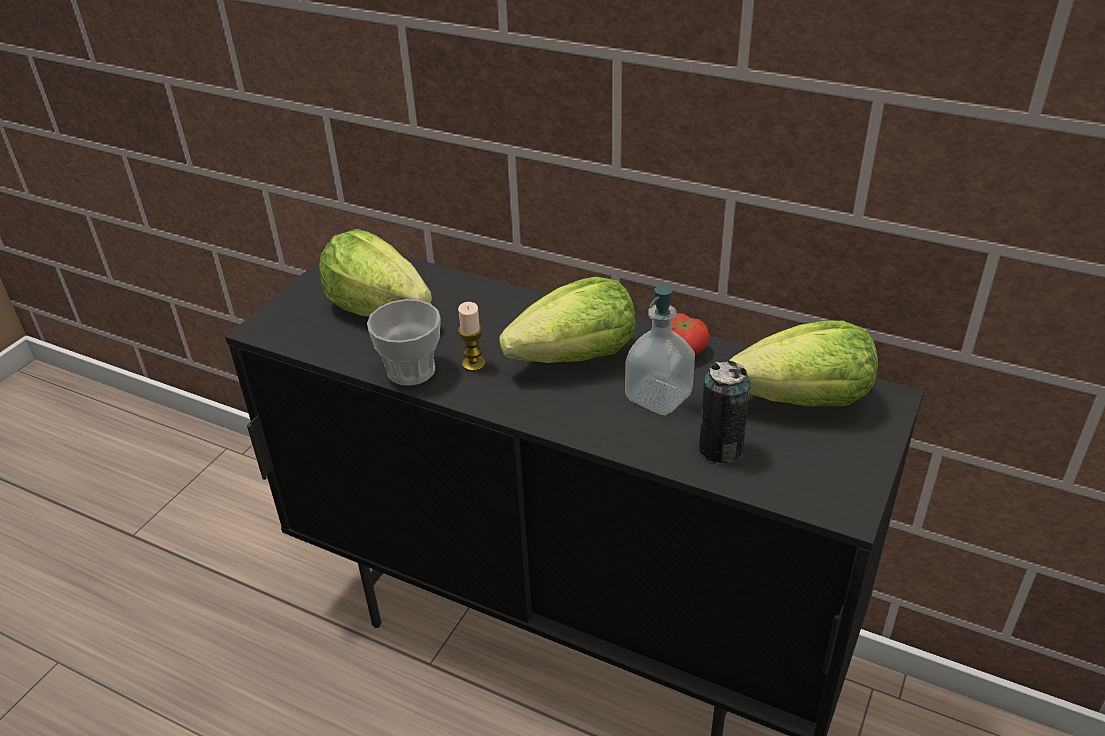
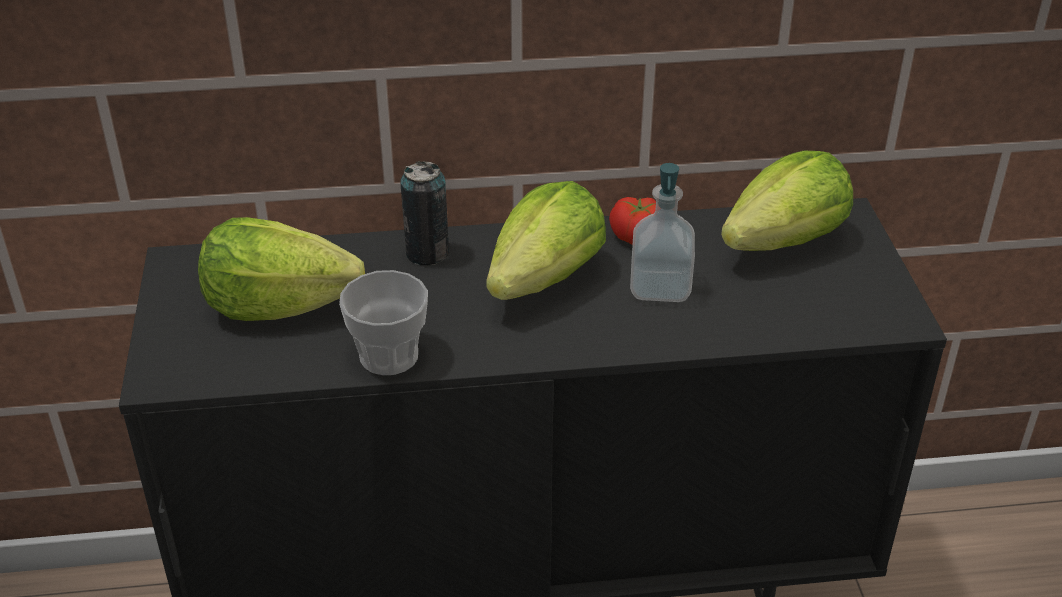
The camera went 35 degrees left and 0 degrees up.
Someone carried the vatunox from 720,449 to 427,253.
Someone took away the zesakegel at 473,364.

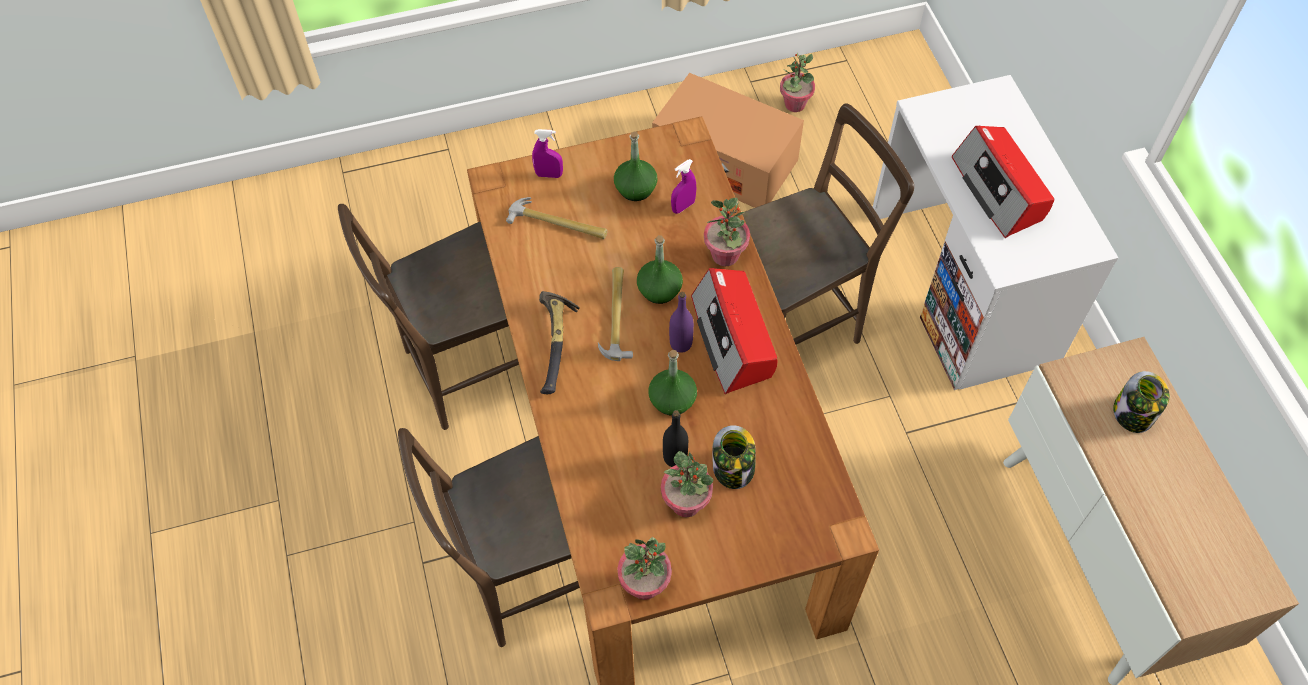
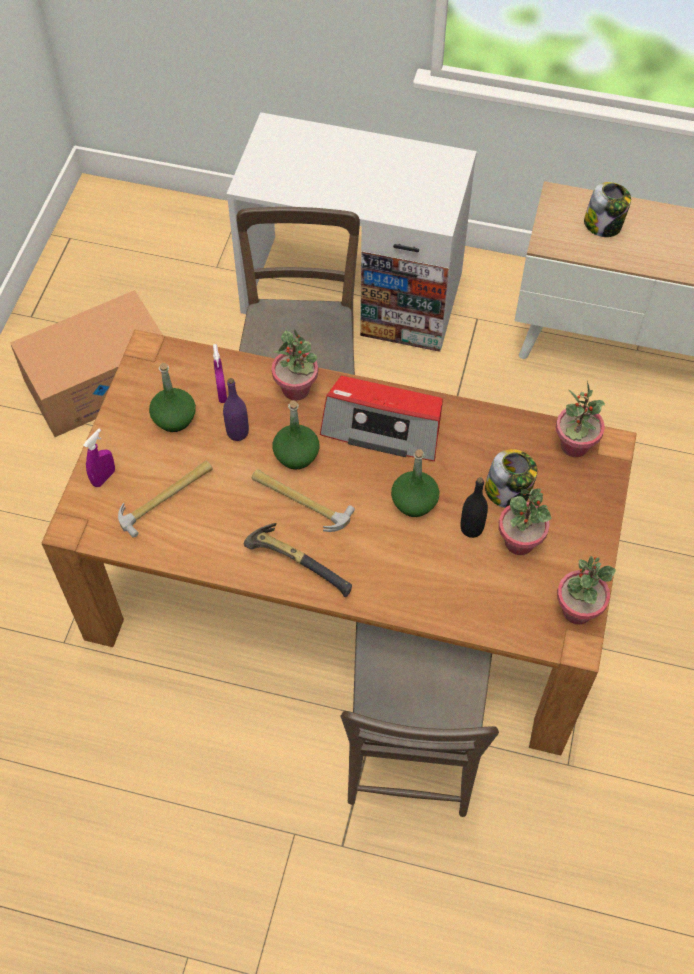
The camera went 60 degrees left and 0 degrees up.
Someone carried the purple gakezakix from 681,344 to 237,432.
Someone carried the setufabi from 794,104 to 574,446.
Someone took away the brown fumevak at 468,370.
Someone took away the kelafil at 999,190.

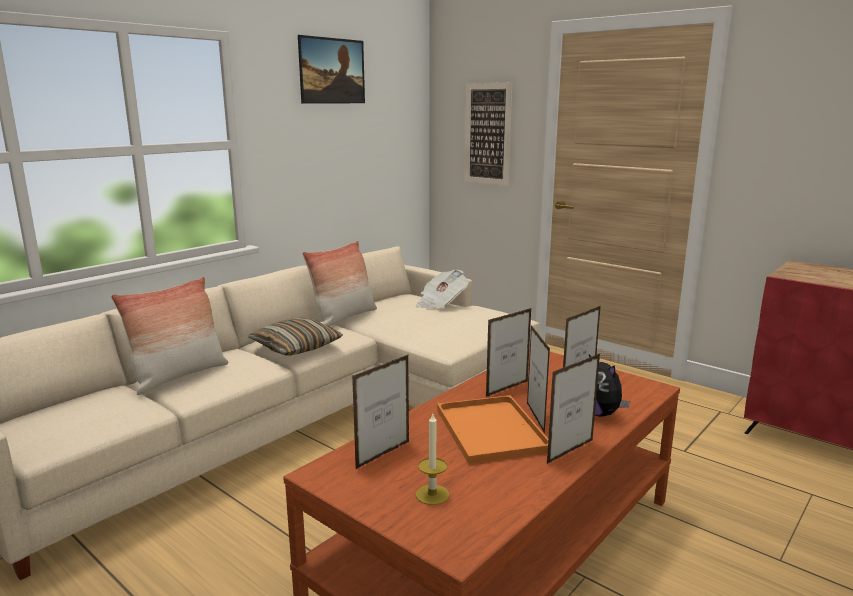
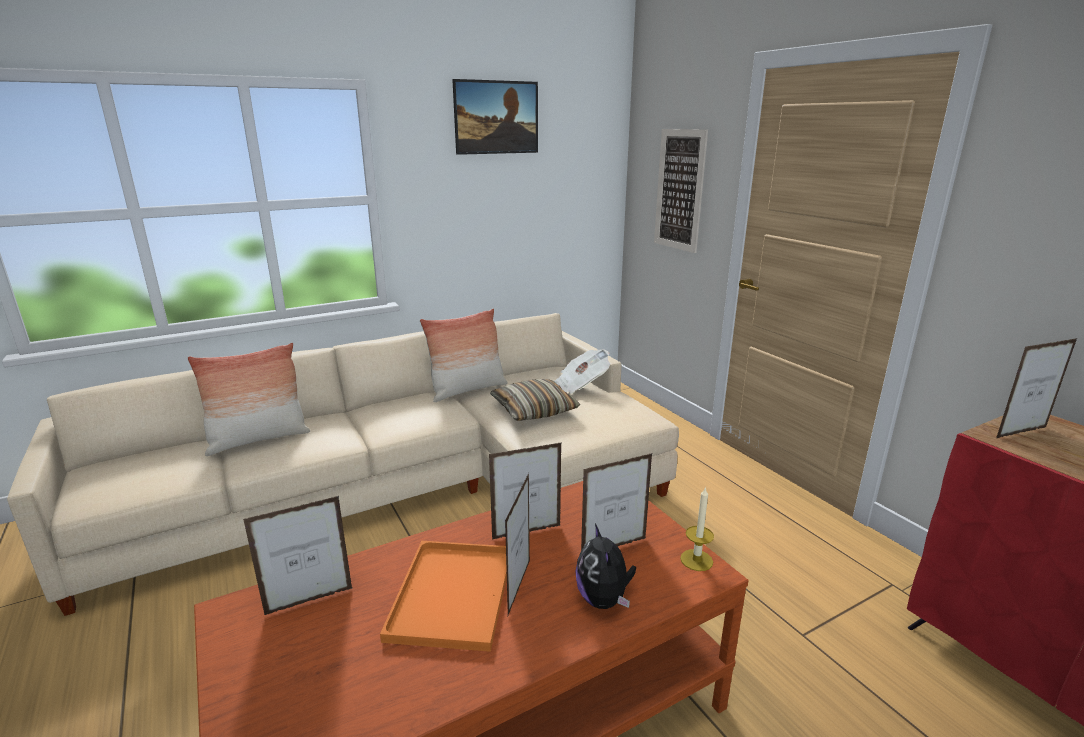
The camera went 20 degrees right and 5 degrees up.
Someone carried the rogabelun from 296,347 to 534,410.
Someone carried the zesakegel from 432,494 to 696,560.
Someone carried the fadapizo from 570,451 to 1021,432.

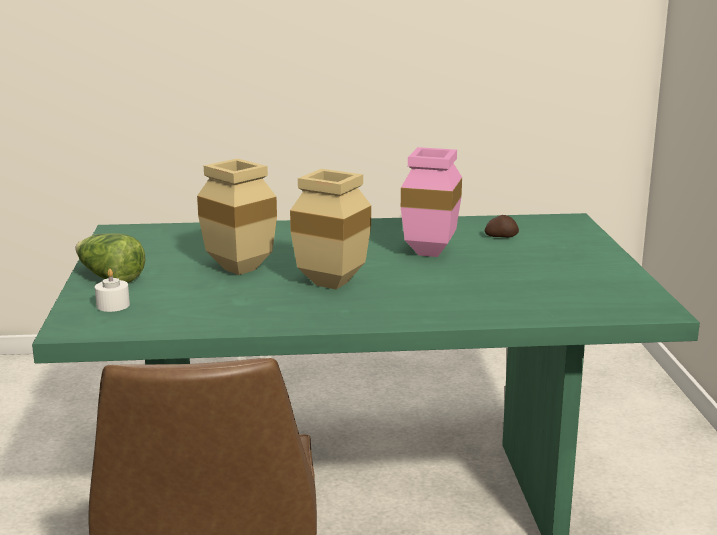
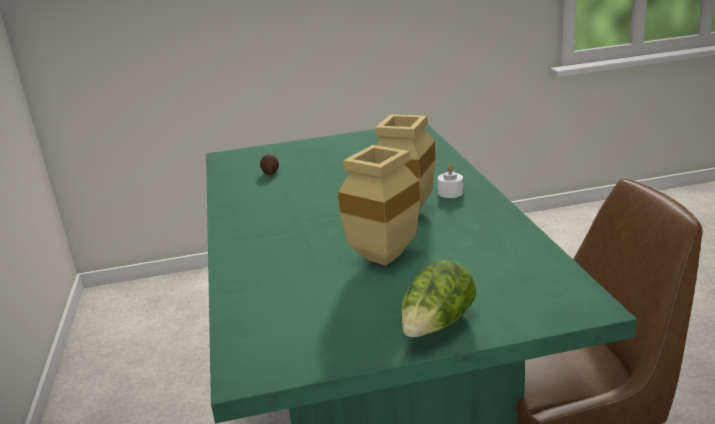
The camera went 95 degrees left and 5 degrees up.
Someone carried the white zesakegel from 113,305 to 450,193.
Someone took away the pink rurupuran at 428,251.

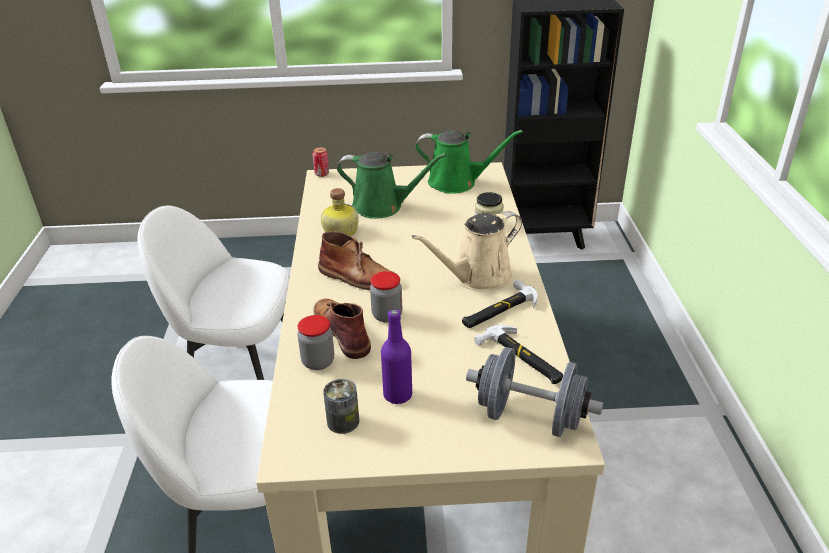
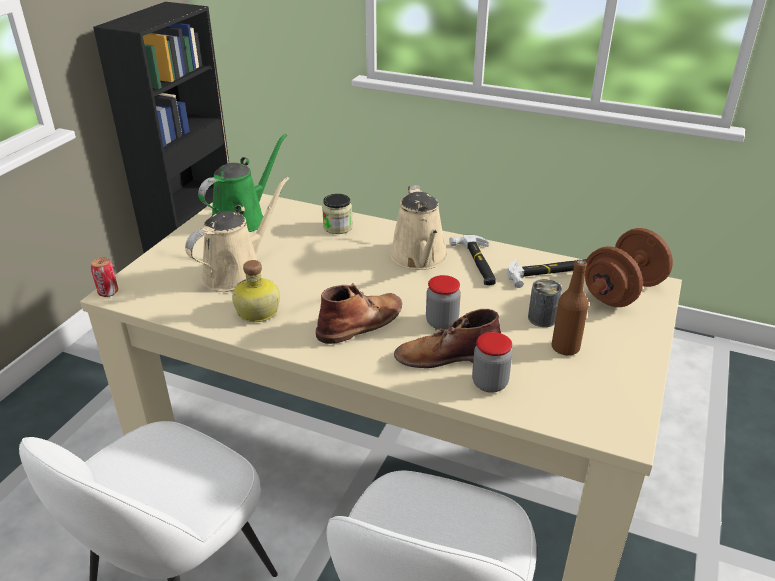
The camera went 65 degrees left and 0 degrees up.
Someone repainted the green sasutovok at 382,206, which became the beige sasutovok at 237,272.
Someone carried the vatunox from 343,421 to 542,318.
Someone repainted the purple gakezakix at 397,395, which became the brown gakezakix at 565,348.
Someone repainted the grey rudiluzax at 530,417, which became the brown rudiluzax at 622,292.

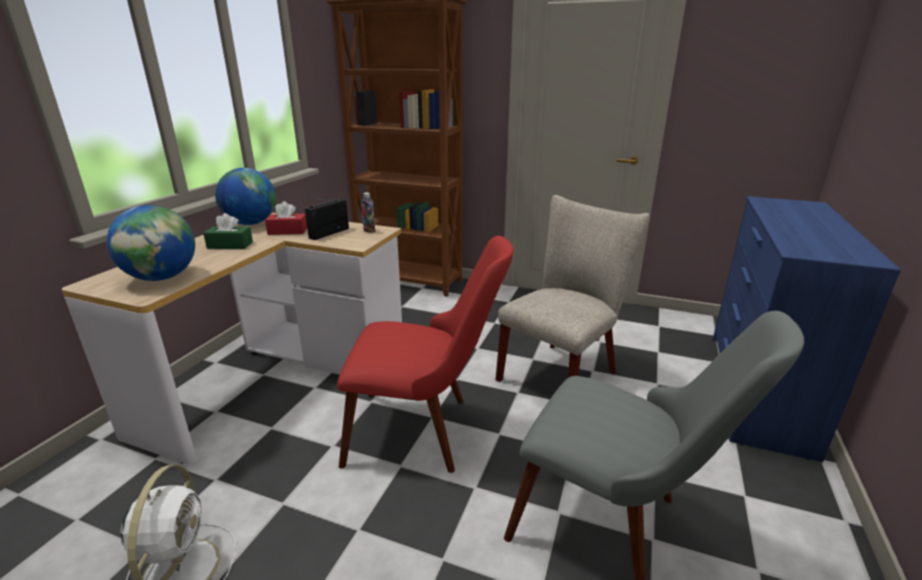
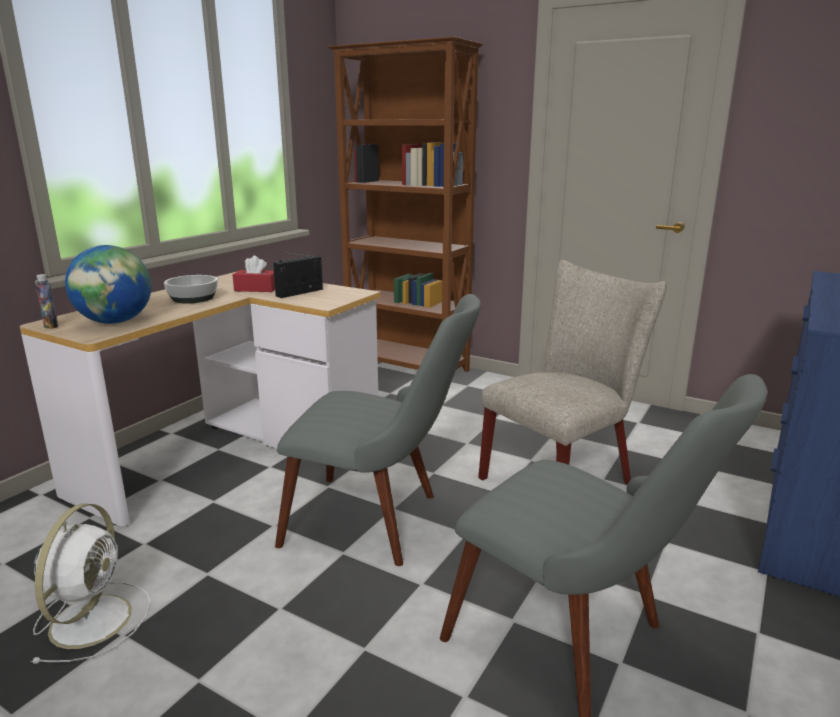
The camera went 10 degrees right and 5 degrees down.
Someone carried the gakezakix from 369,231 to 51,326.
Someone swapped the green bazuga at 230,245 for the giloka at 192,298.
Someone repainted the red fumevak at 425,430, which became the grey fumevak at 381,521.
Someone took away the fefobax at 251,223.

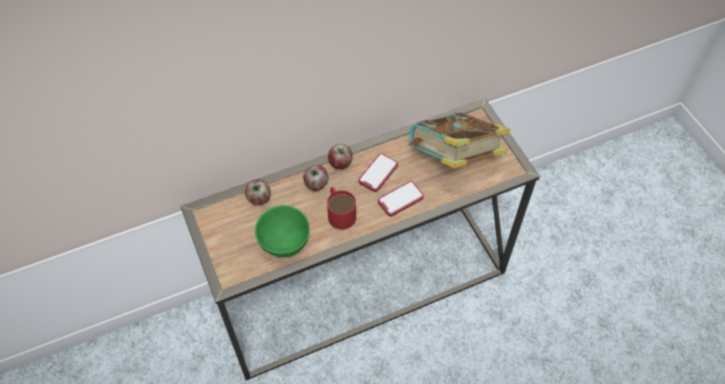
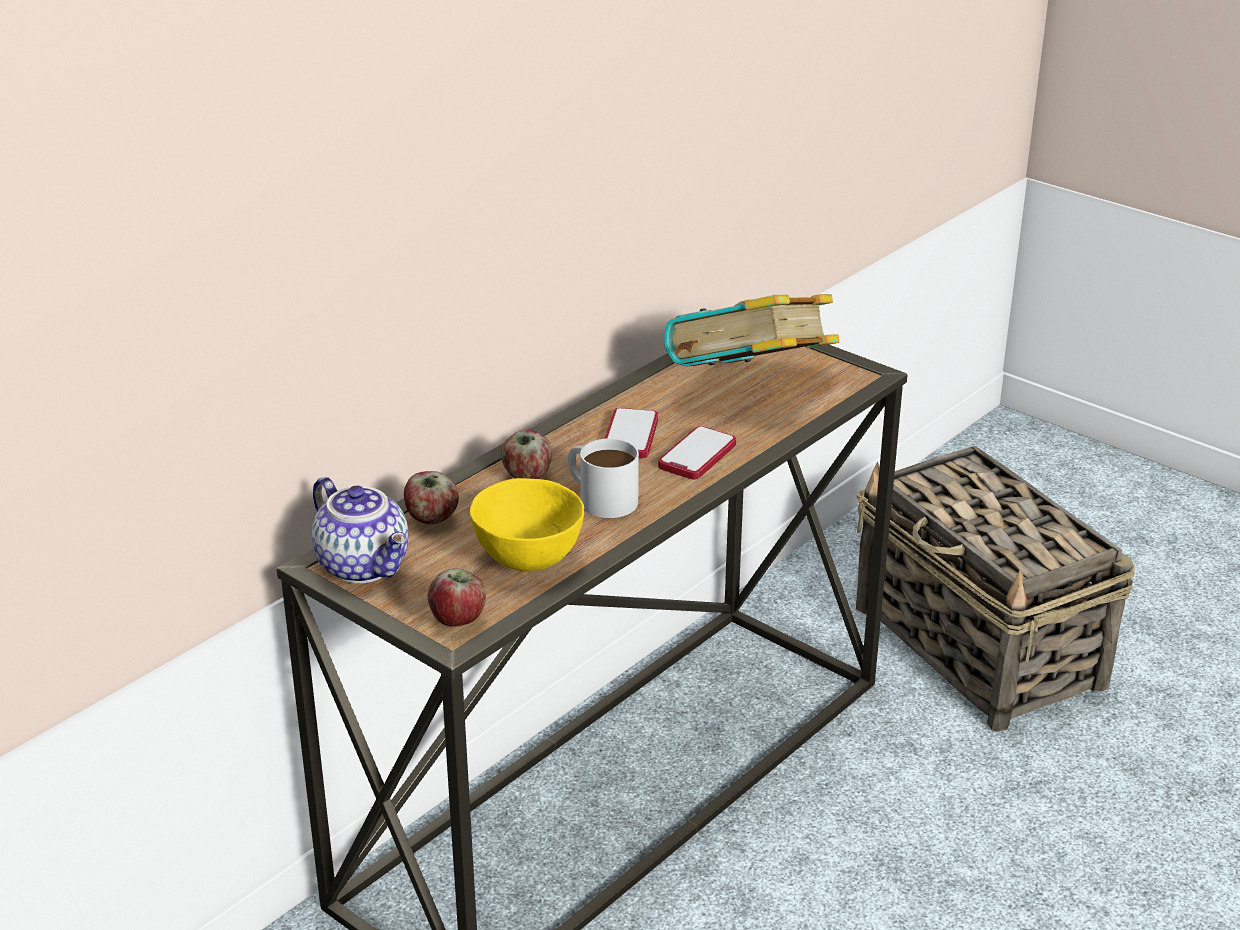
The camera went 25 degrees left and 25 degrees down.
Someone put down the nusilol at 366,566.
Someone carried the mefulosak from 340,163 to 458,619.
Someone repainted the green giloka at 284,242, which became the yellow giloka at 527,558.
Someone repainted the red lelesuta at 339,212, which became the white lelesuta at 600,497.
Someone put down the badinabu at 979,648.

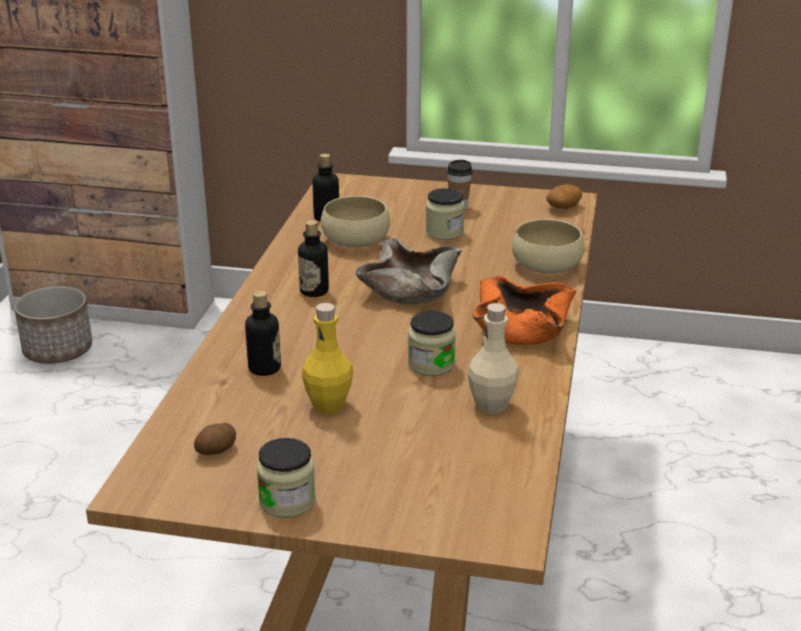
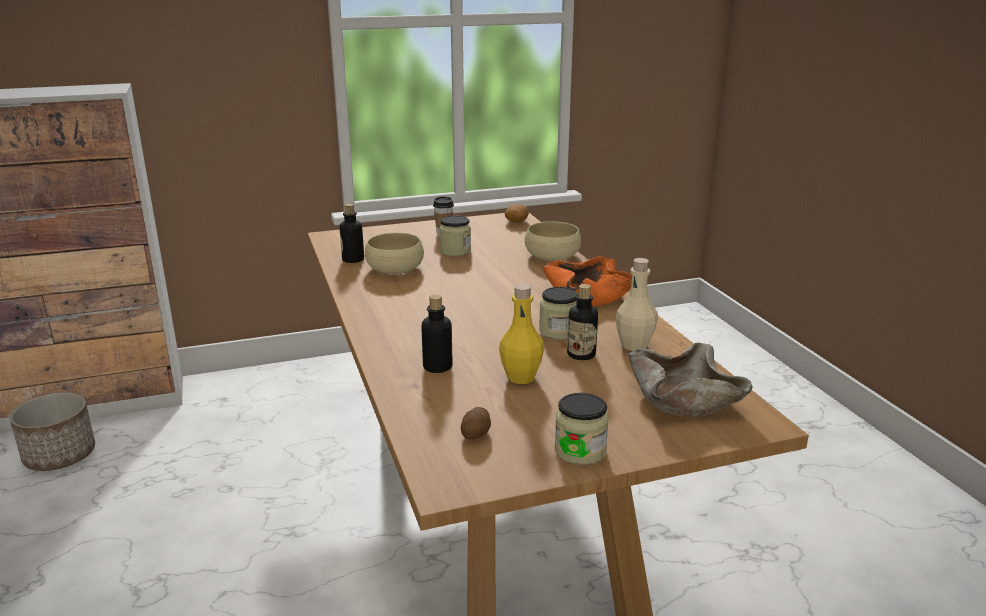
The camera went 30 degrees left and 5 degrees down.
Someone carried the gakezakix from 314,291 to 581,354.
Someone carried the beige giloka from 411,290 to 685,399.

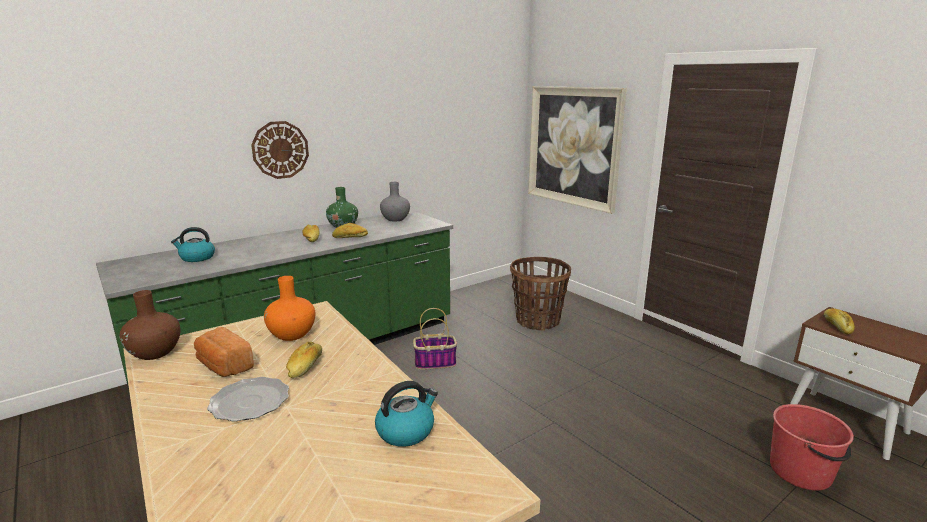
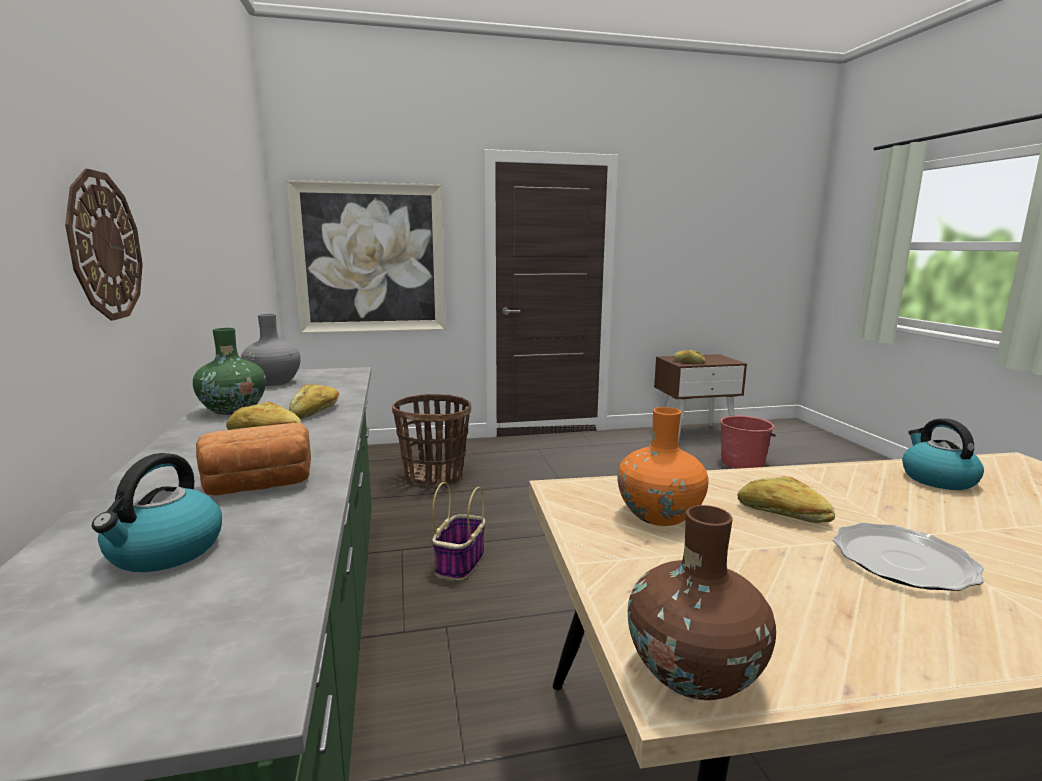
The camera went 65 degrees left and 5 degrees down.
Someone carried the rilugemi from 224,366 to 258,485.

